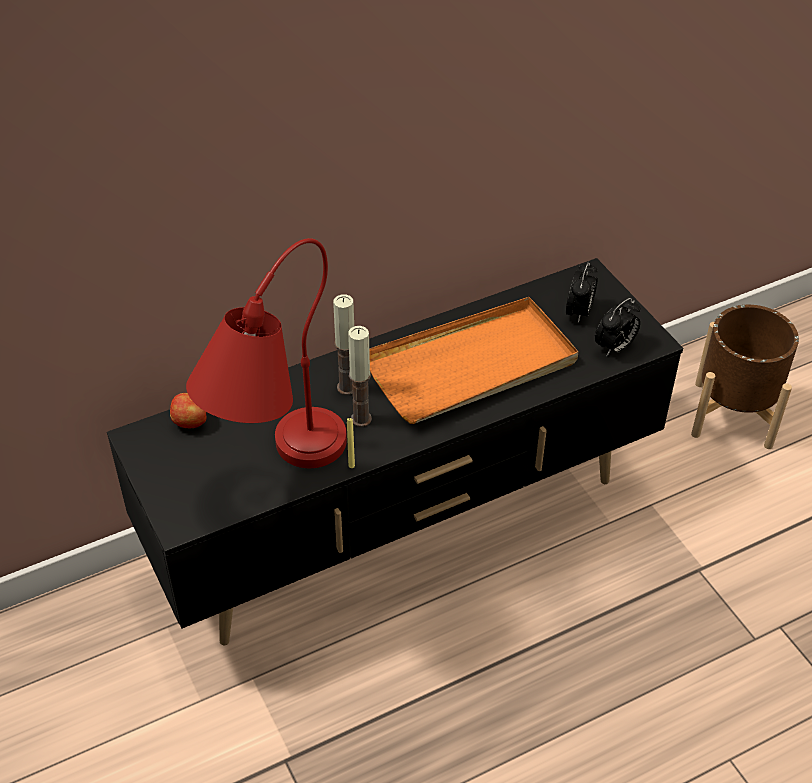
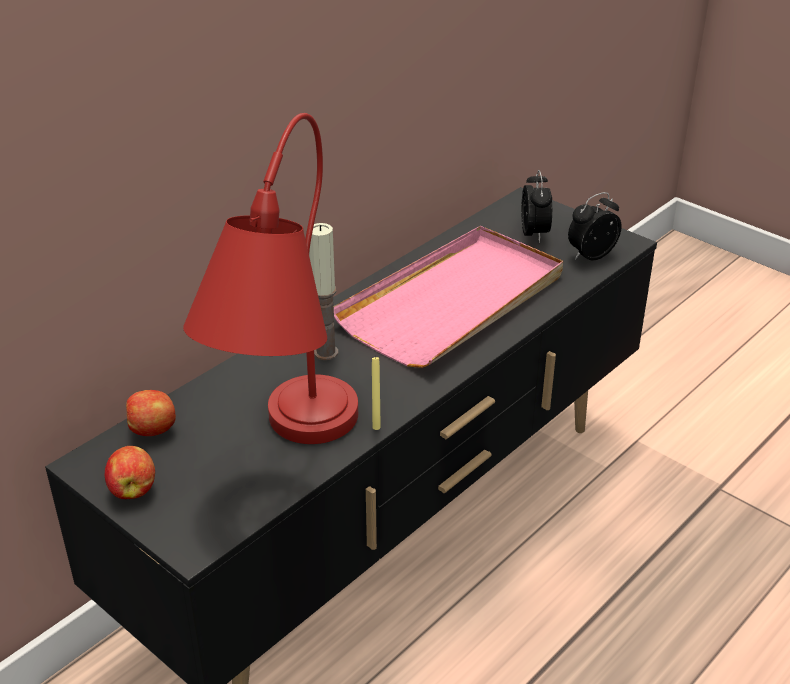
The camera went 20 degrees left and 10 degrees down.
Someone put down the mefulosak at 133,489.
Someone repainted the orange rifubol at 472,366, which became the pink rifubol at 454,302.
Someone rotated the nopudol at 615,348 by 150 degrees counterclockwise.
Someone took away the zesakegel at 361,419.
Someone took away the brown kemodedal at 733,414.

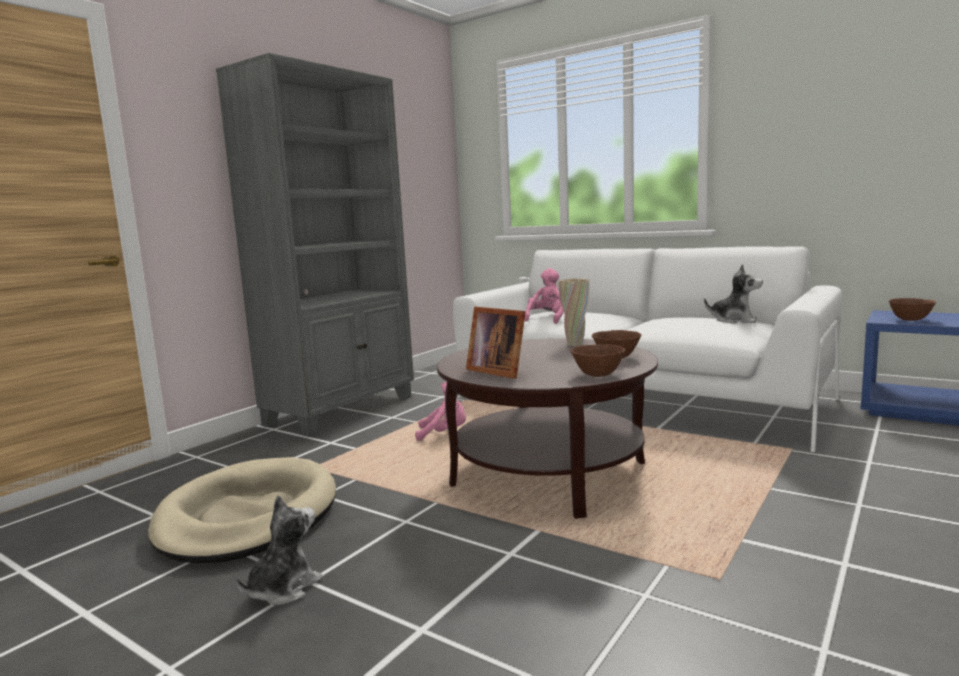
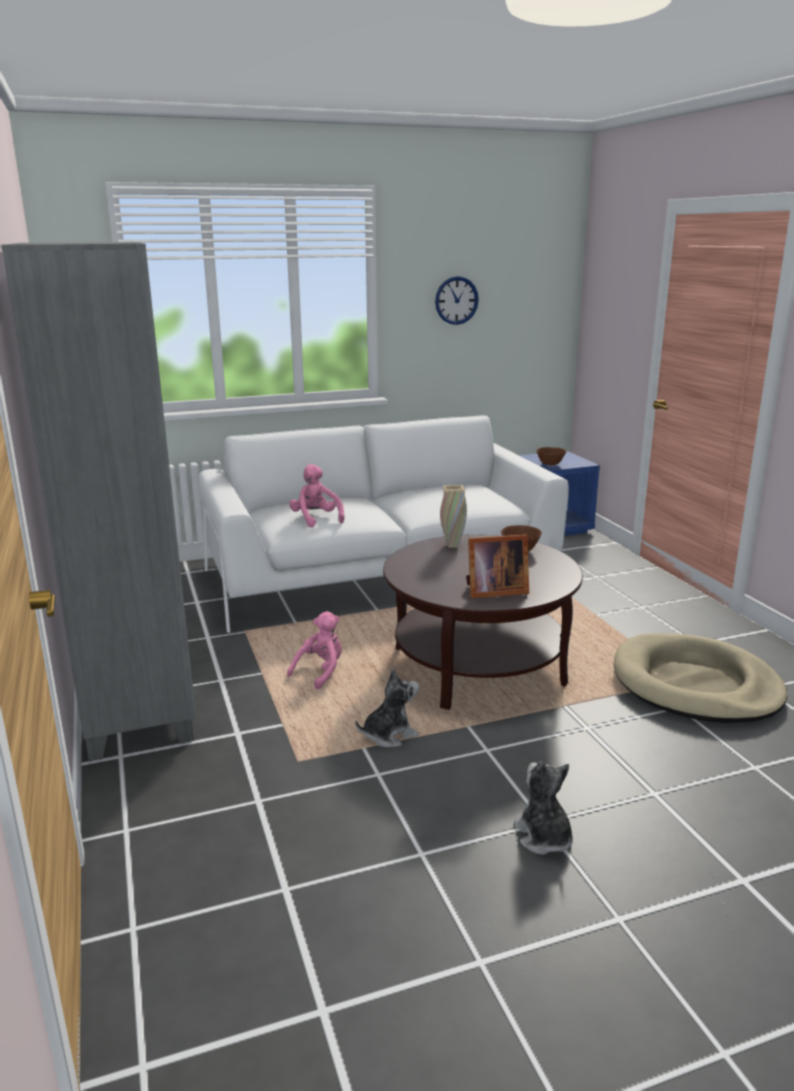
The camera went 55 degrees left and 10 degrees up.
Someone carried the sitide from 734,321 to 389,735.
Someone put up the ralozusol at 456,300.
Someone carried the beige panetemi from 248,516 to 695,685.
Someone took away the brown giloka at 597,375.

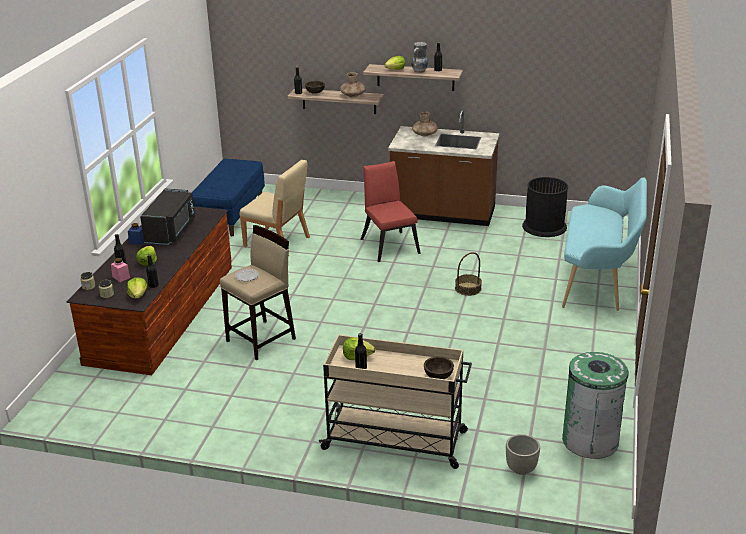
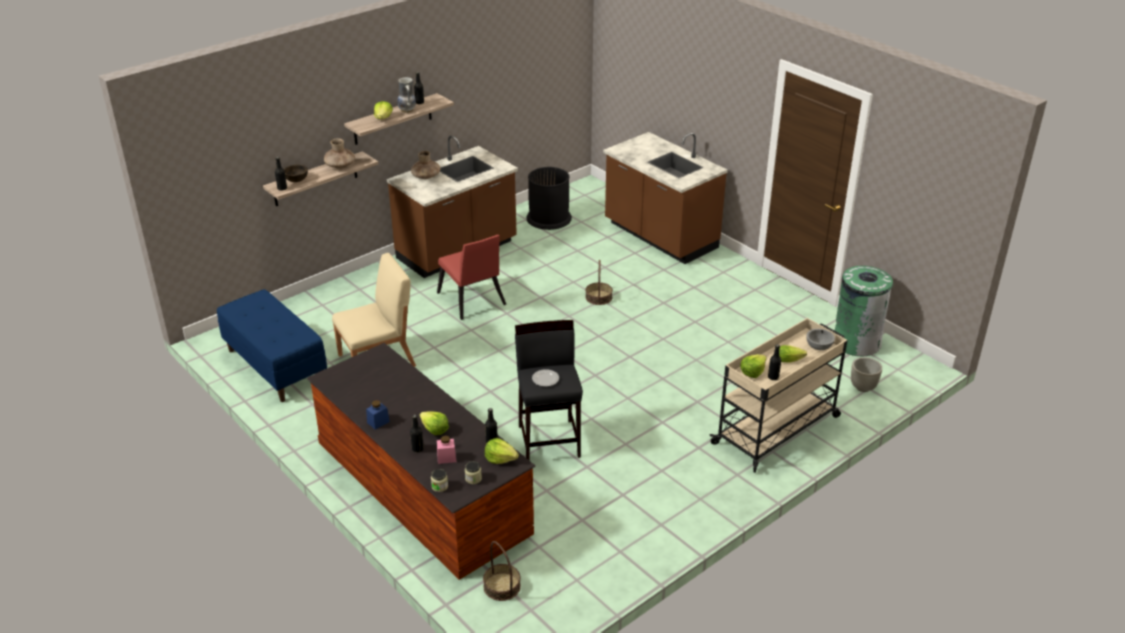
The camera went 55 degrees left and 5 degrees up.
Someone rotated the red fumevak at 389,244 by 135 degrees counterclockwise.
Someone put down the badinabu at 502,586.
Someone repainted the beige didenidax at 262,340, which became the black didenidax at 549,440.
Someone swapped the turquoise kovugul at 599,280 for the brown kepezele at 659,236.
Someone put down the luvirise at 790,360.
Someone repainted the brown giloka at 438,376, which became the grey giloka at 819,347.
Someone took away the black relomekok at 171,231.

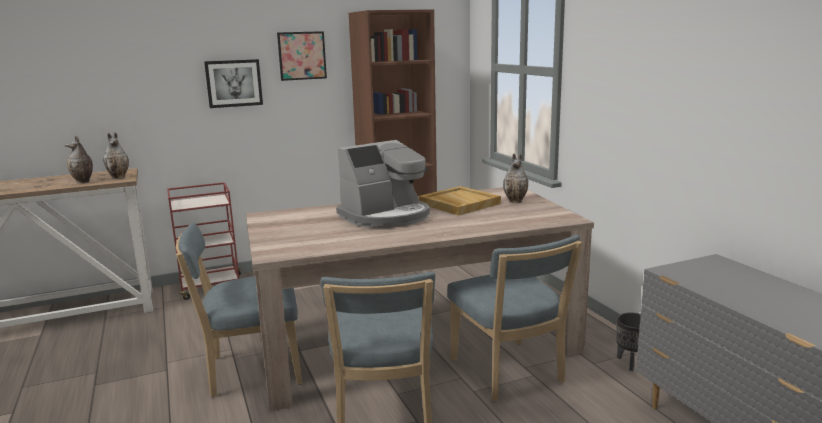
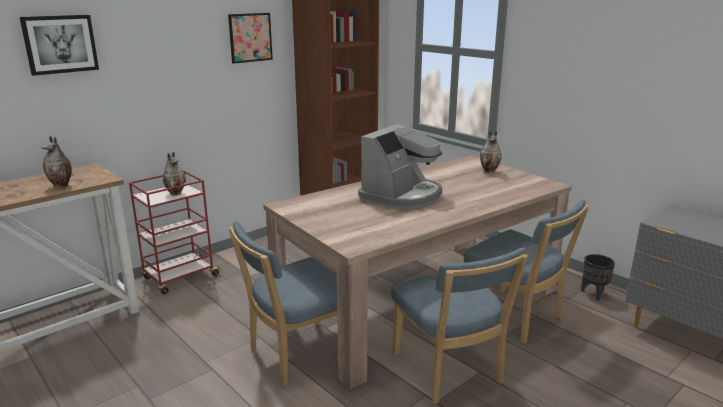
The camera went 20 degrees left and 5 degrees up.
Someone carried the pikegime from 234,83 to 60,44.
Someone carried the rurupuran from 119,177 to 176,193.
Someone took away the beige rifubol at 458,203.

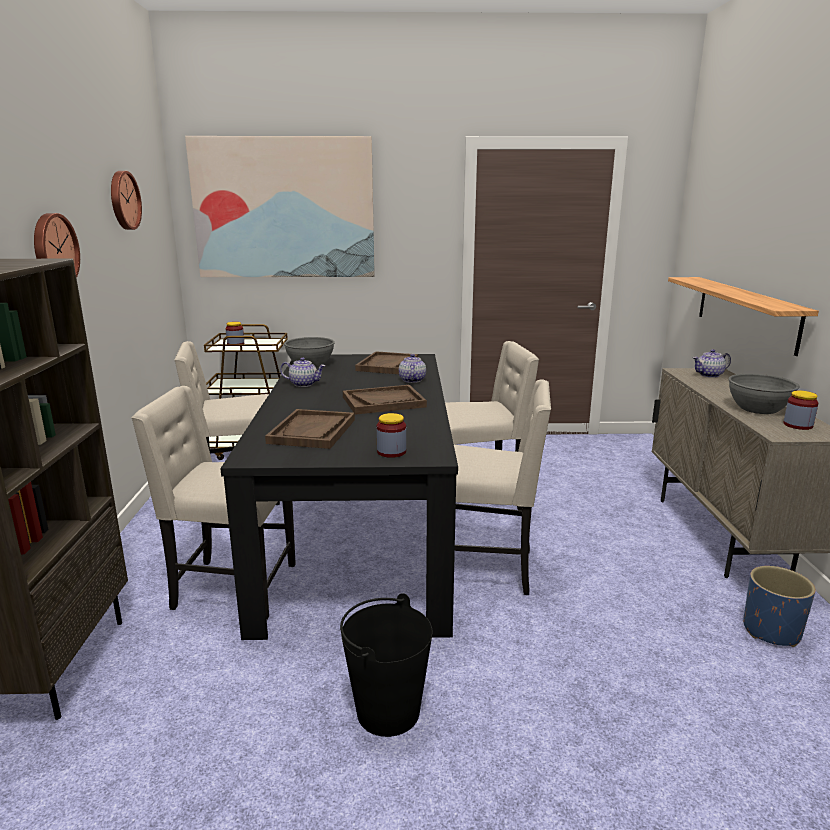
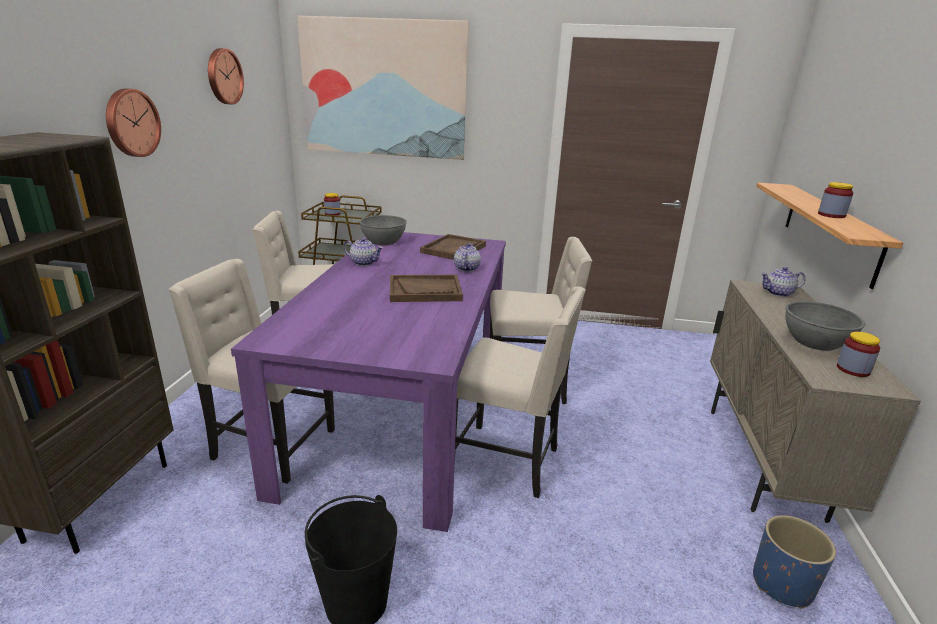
The camera went 10 degrees right and 5 degrees up.
Someone repainted the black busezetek at 360,532, which became the purple busezetek at 404,405.
Someone carried the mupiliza from 391,452 to 831,215.
Someone took away the brown rifubol at 312,431.

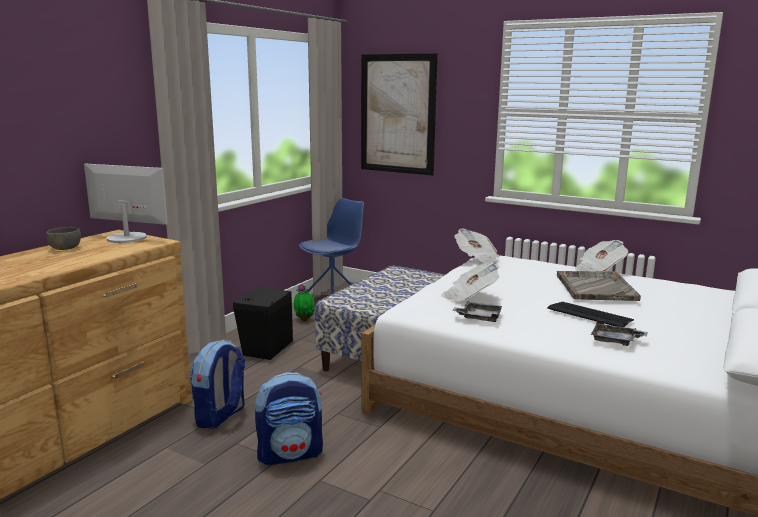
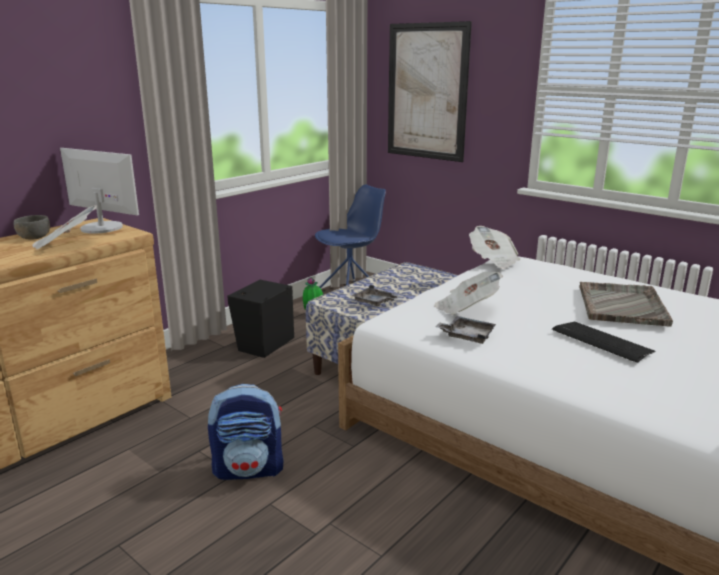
The camera went 10 degrees right and 5 degrees up.
Someone carried the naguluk from 599,269 to 65,245.
Someone carried the grey rifubol from 615,341 to 375,302.
Someone took away the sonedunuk at 220,416.

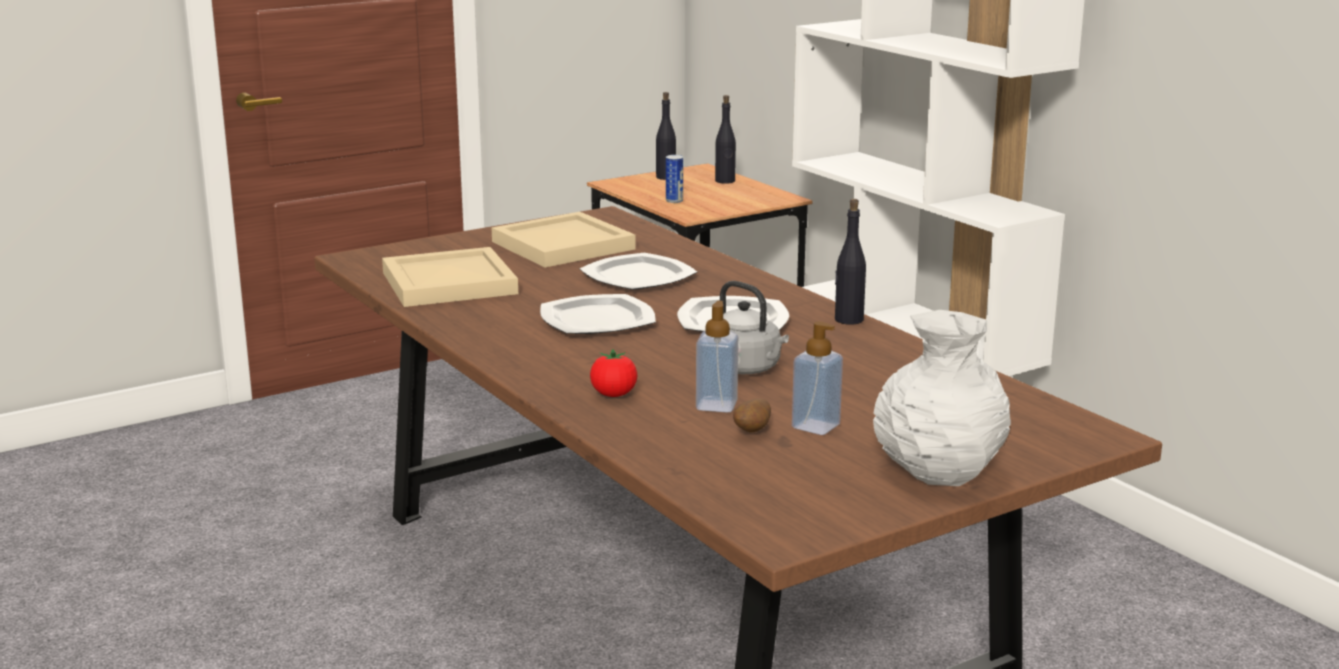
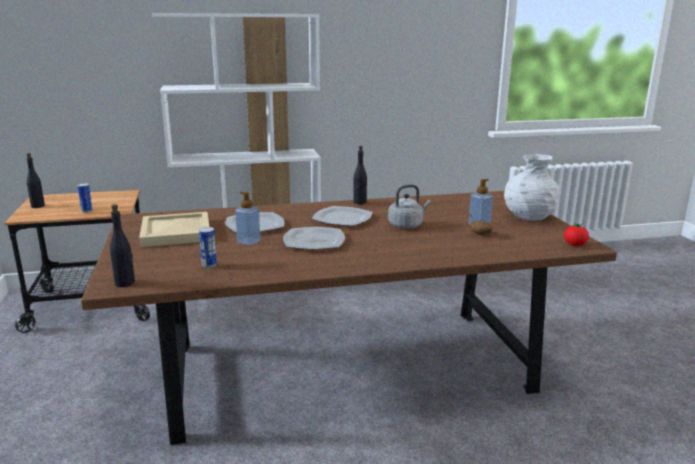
The camera went 70 degrees left and 0 degrees up.
Someone carried the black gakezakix from 725,181 to 125,283.
Someone swapped the beige rifubol at 451,283 for the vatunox at 209,265.
Someone carried the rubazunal from 716,405 to 248,241.
Someone carried the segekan from 613,395 to 574,245.

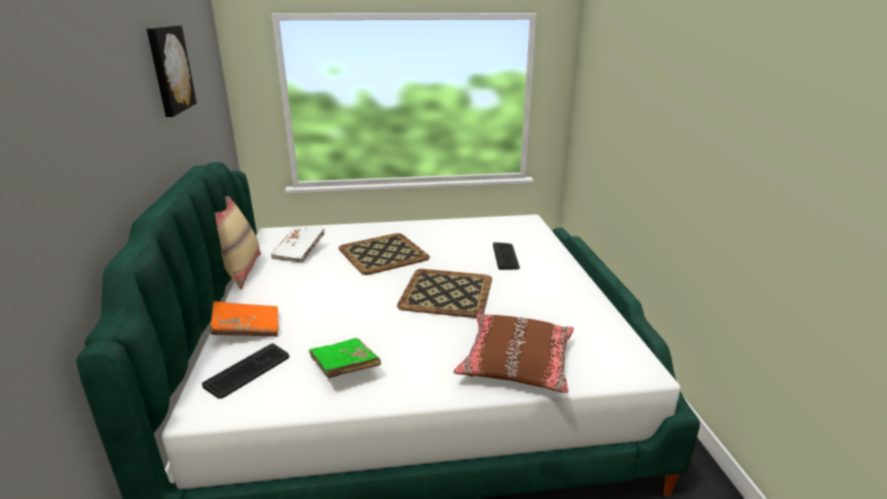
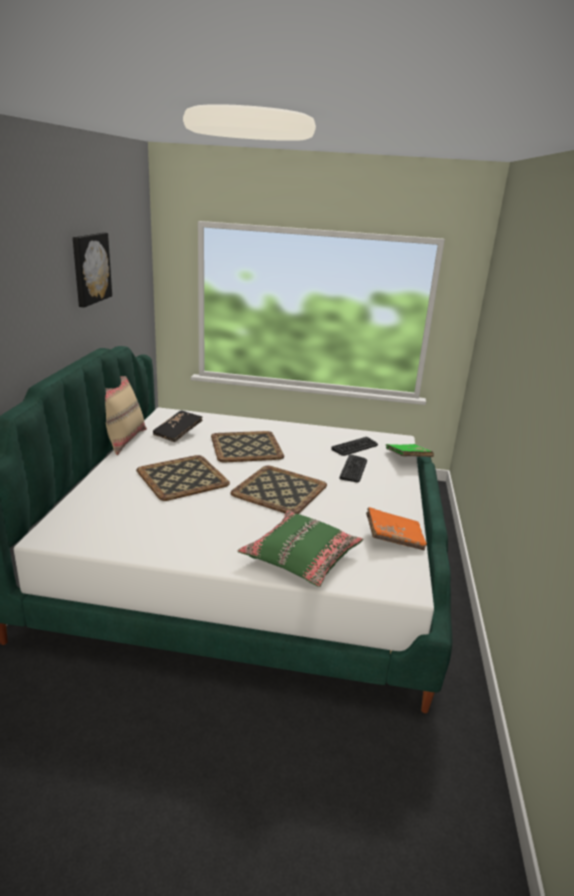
The camera went 15 degrees right and 0 degrees up.
Someone put down the rifubol at 183,478.
Someone repainted the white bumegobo at 299,252, which became the black bumegobo at 178,433.
Someone repainted the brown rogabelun at 516,362, which became the green rogabelun at 301,557.
Someone carried the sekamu from 248,371 to 355,447.
Someone carried the orange bumegobo from 247,329 to 394,538.
Someone carried the green bumegobo from 344,368 to 407,458.

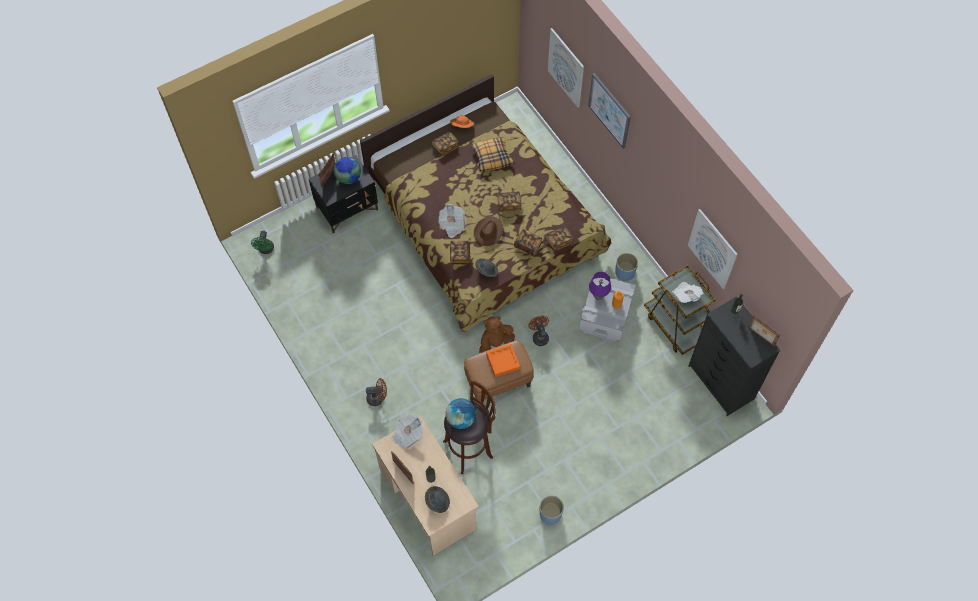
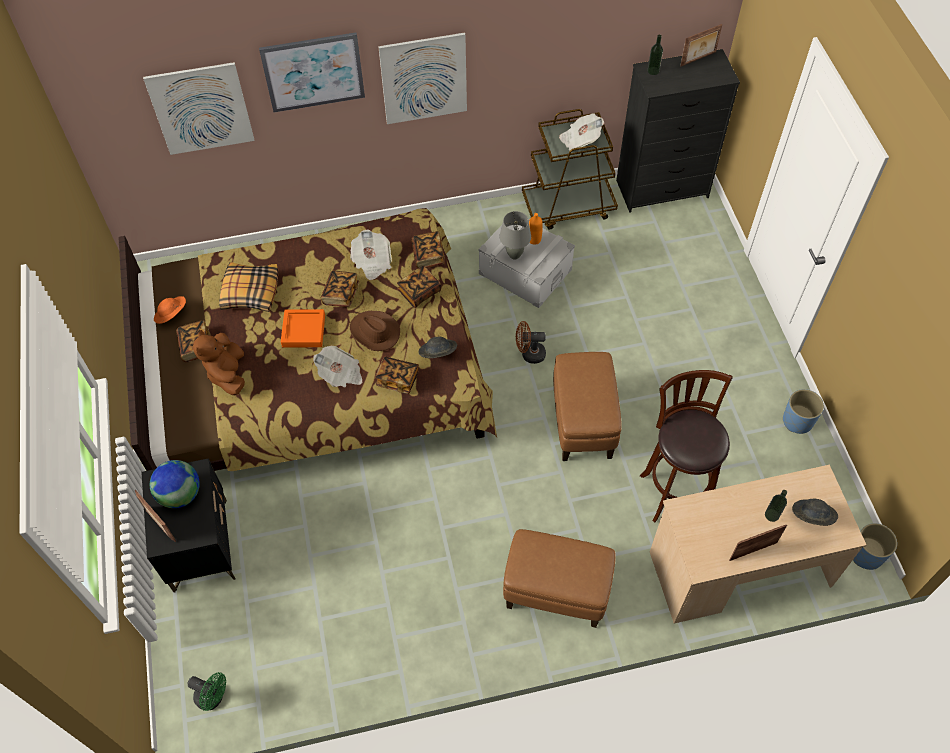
The camera went 70 degrees left and 5 degrees down.
Someone carried the brown sitide from 495,343 to 227,374.
Someone carried the orange rifubol from 503,361 to 303,331.
Someone carried the naguluk from 407,435 to 372,262.
Someone carried the pikegime from 712,249 to 424,79.
Someone repainted the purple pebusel at 598,296, which became the grey pebusel at 514,255.
Someone swapped the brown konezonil at 378,398 for the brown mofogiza at 555,592.
Someone carried the blue kemodedal from 624,273 to 866,555.
Someone took away the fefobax at 461,419.

